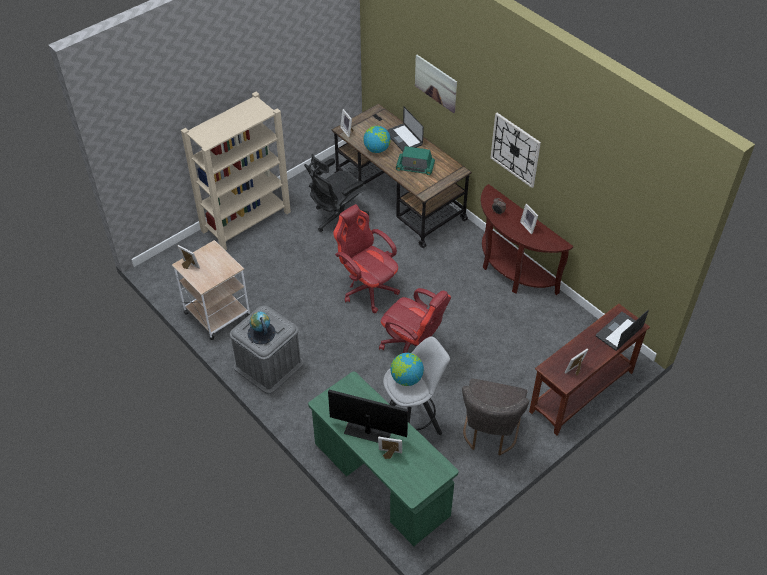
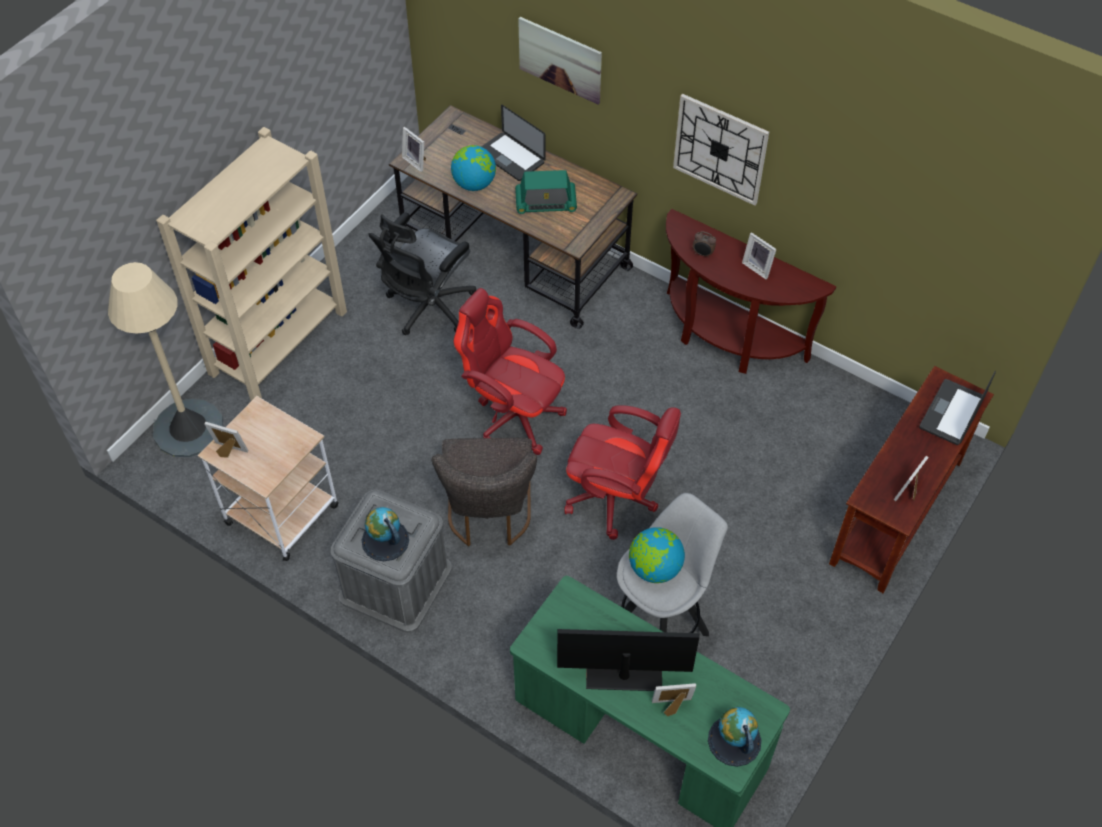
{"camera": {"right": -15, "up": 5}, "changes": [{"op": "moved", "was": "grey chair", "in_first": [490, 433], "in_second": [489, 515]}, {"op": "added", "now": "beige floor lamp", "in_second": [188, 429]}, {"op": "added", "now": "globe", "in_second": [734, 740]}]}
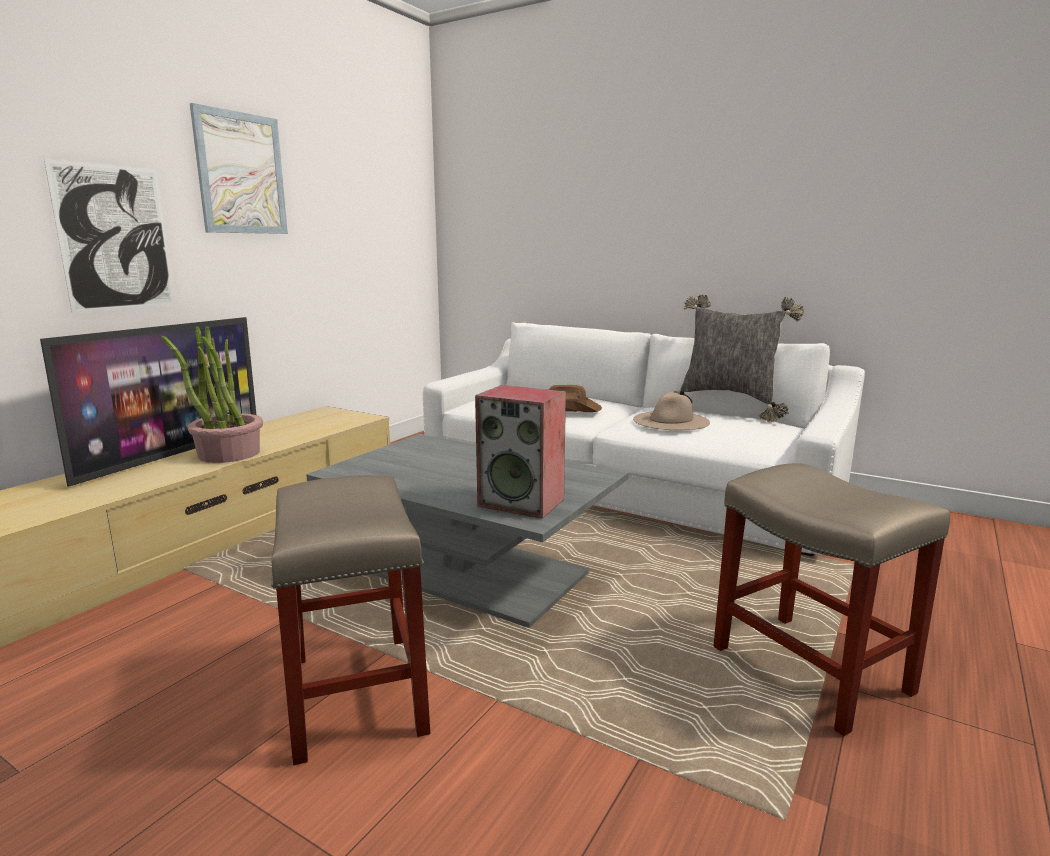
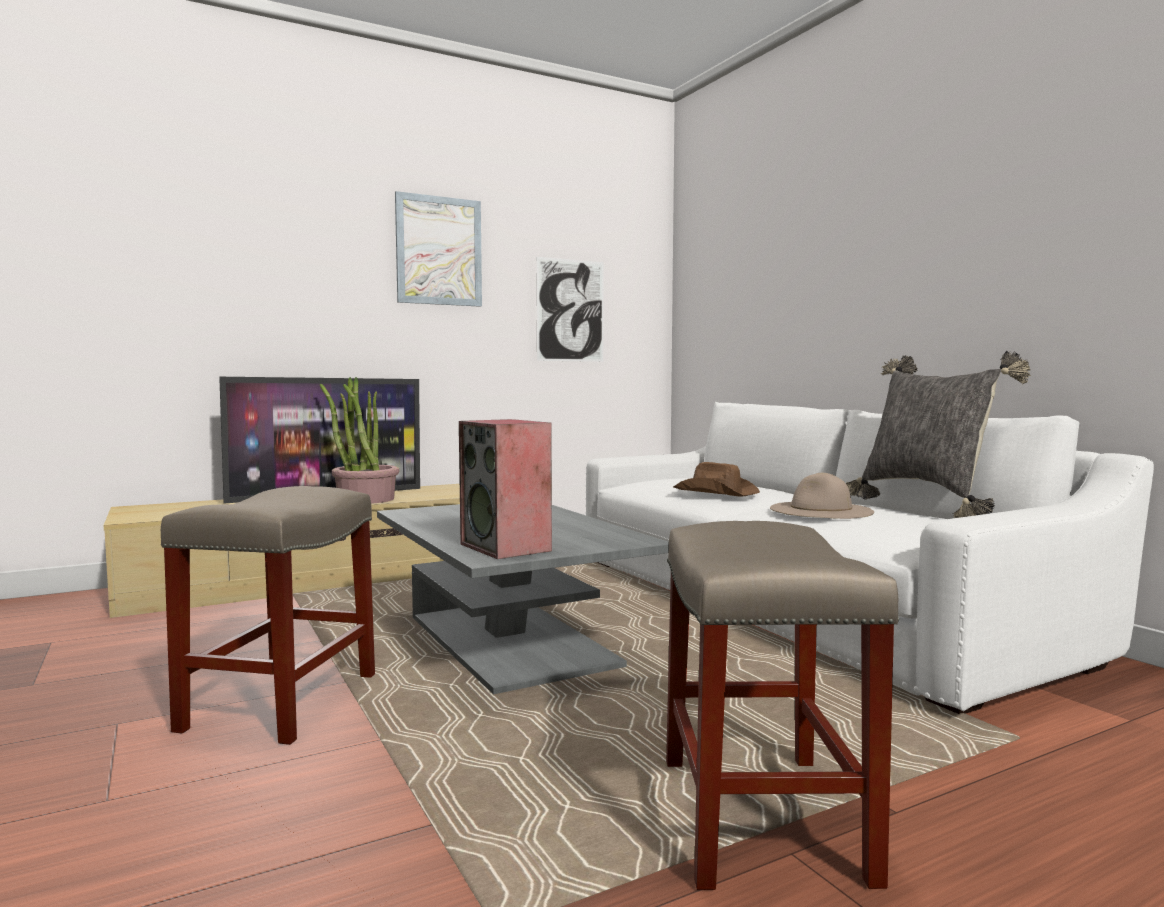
{"camera": {"right": 30, "up": -10}, "changes": [{"op": "moved", "was": "picture", "in_first": [115, 238], "in_second": [570, 310]}]}
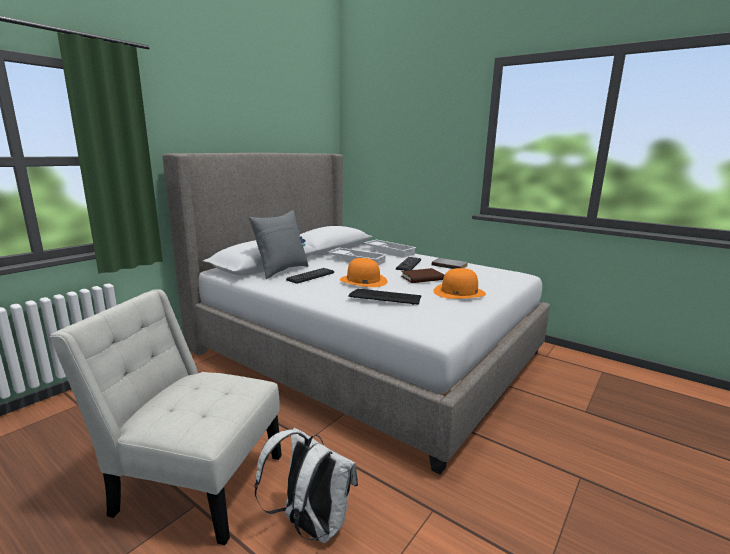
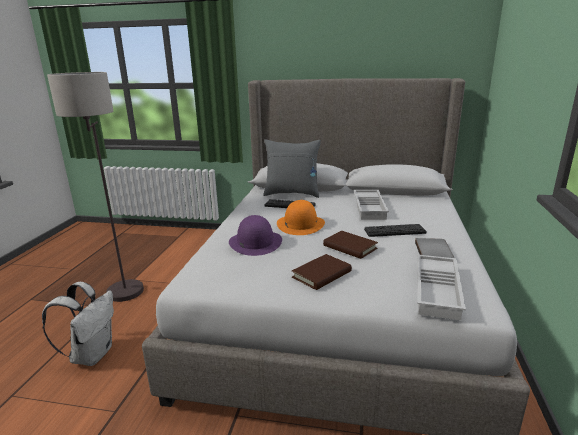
{"camera": {"right": 65, "up": 5}, "changes": [{"op": "moved", "was": "white tray", "in_first": [390, 251], "in_second": [438, 291]}, {"op": "replaced", "was": "orange hat", "now": "brown book", "in_first": [459, 292], "in_second": [322, 274]}, {"op": "replaced", "was": "white chair", "now": "grey floor lamp", "in_first": [194, 481], "in_second": [124, 297]}, {"op": "replaced", "was": "keyboard", "now": "purple hat", "in_first": [385, 297], "in_second": [255, 242]}]}
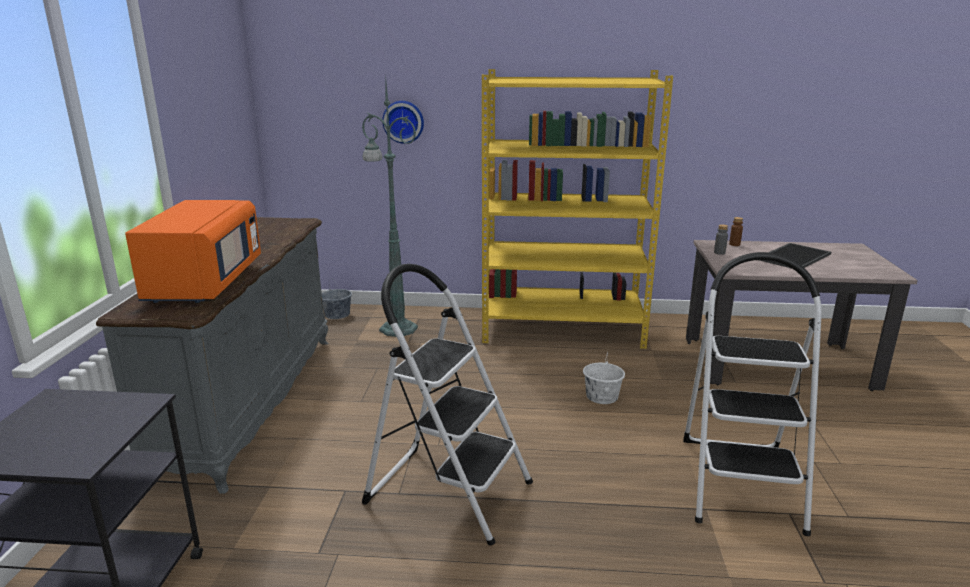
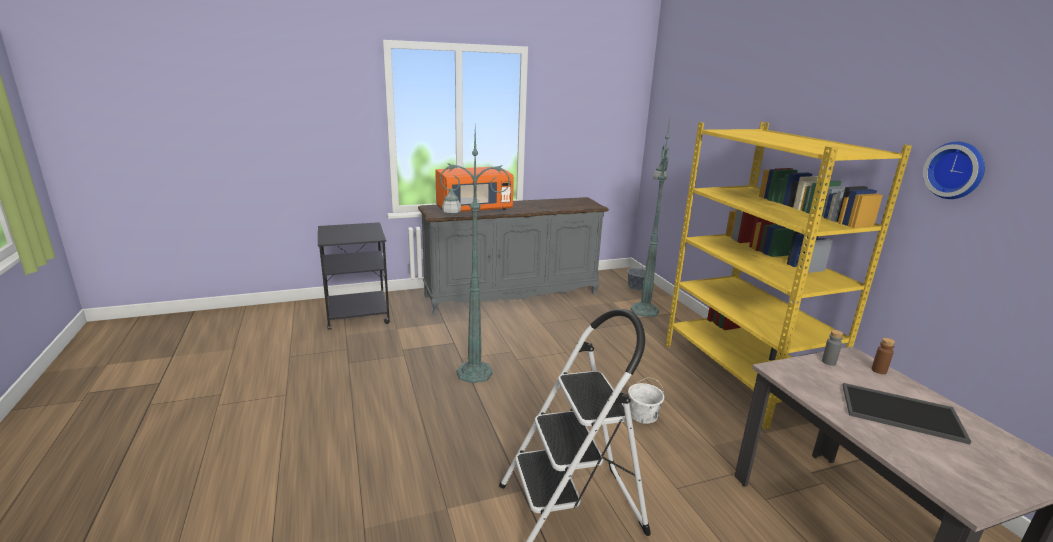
{"camera": {"right": 65, "up": 0}, "changes": [{"op": "moved", "was": "wall clock", "in_first": [403, 121], "in_second": [956, 170]}, {"op": "replaced", "was": "step ladder", "now": "green floor lamp", "in_first": [445, 491], "in_second": [472, 372]}]}
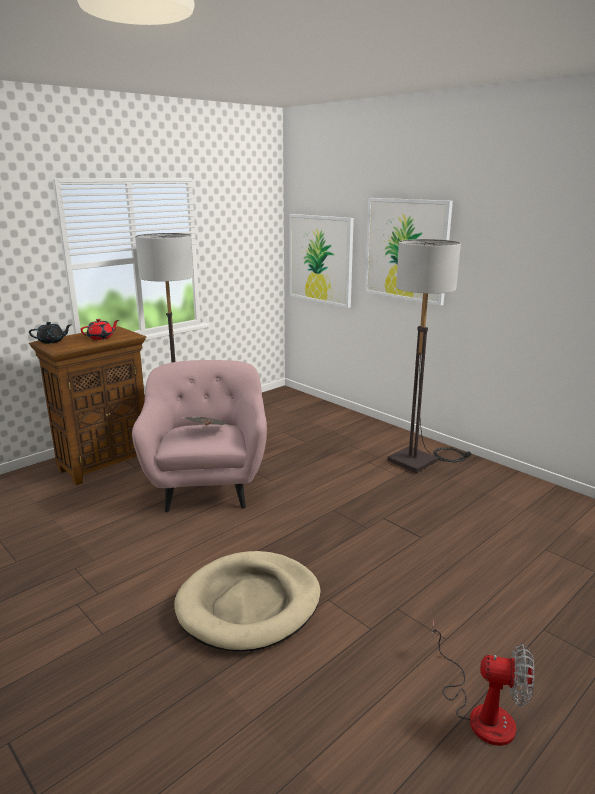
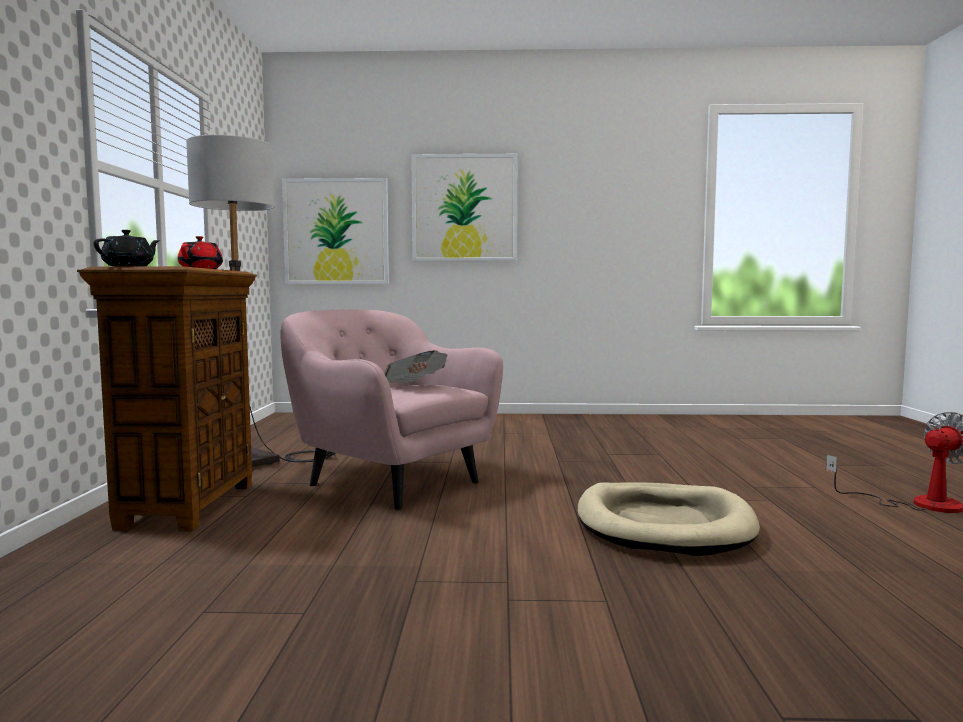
{"camera": {"right": -45, "up": -15}, "changes": [{"op": "removed", "was": "floor lamp", "in_first": [423, 460]}]}
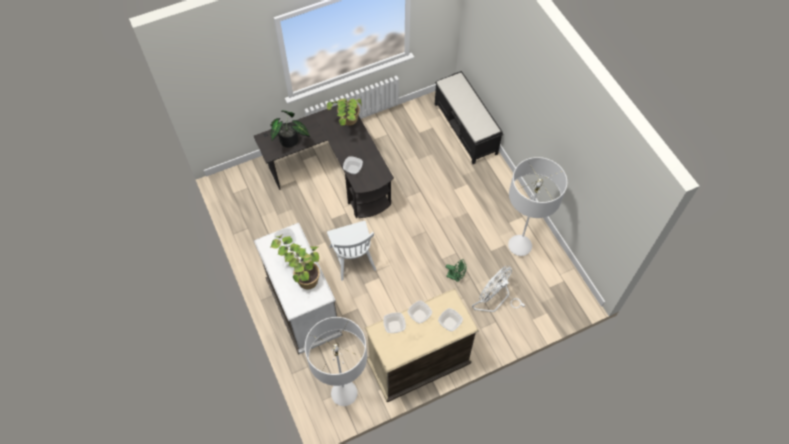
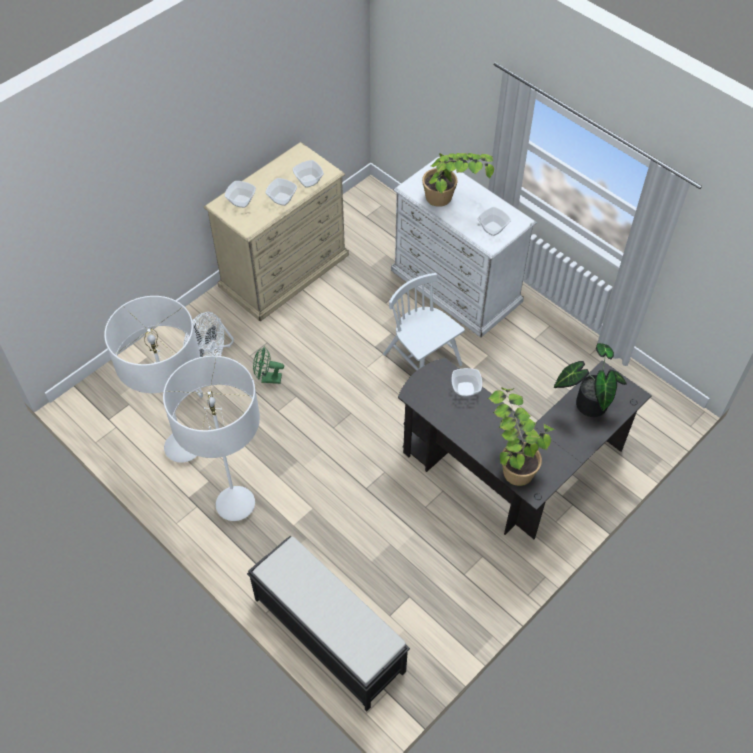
{"camera": {"right": 160, "up": -5}, "changes": [{"op": "moved", "was": "white floor lamp", "in_first": [344, 394], "in_second": [236, 506]}]}
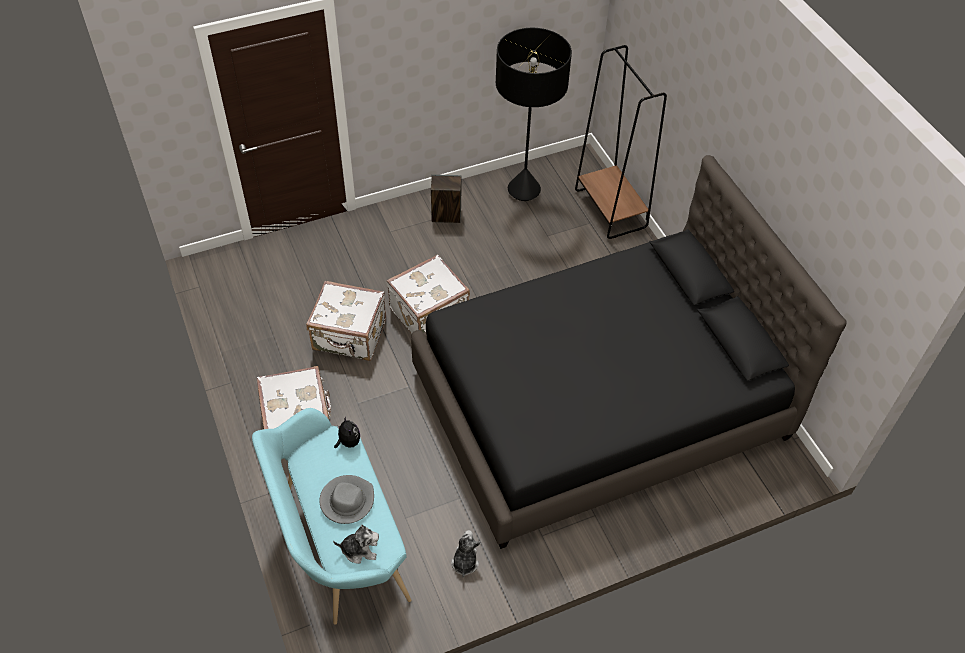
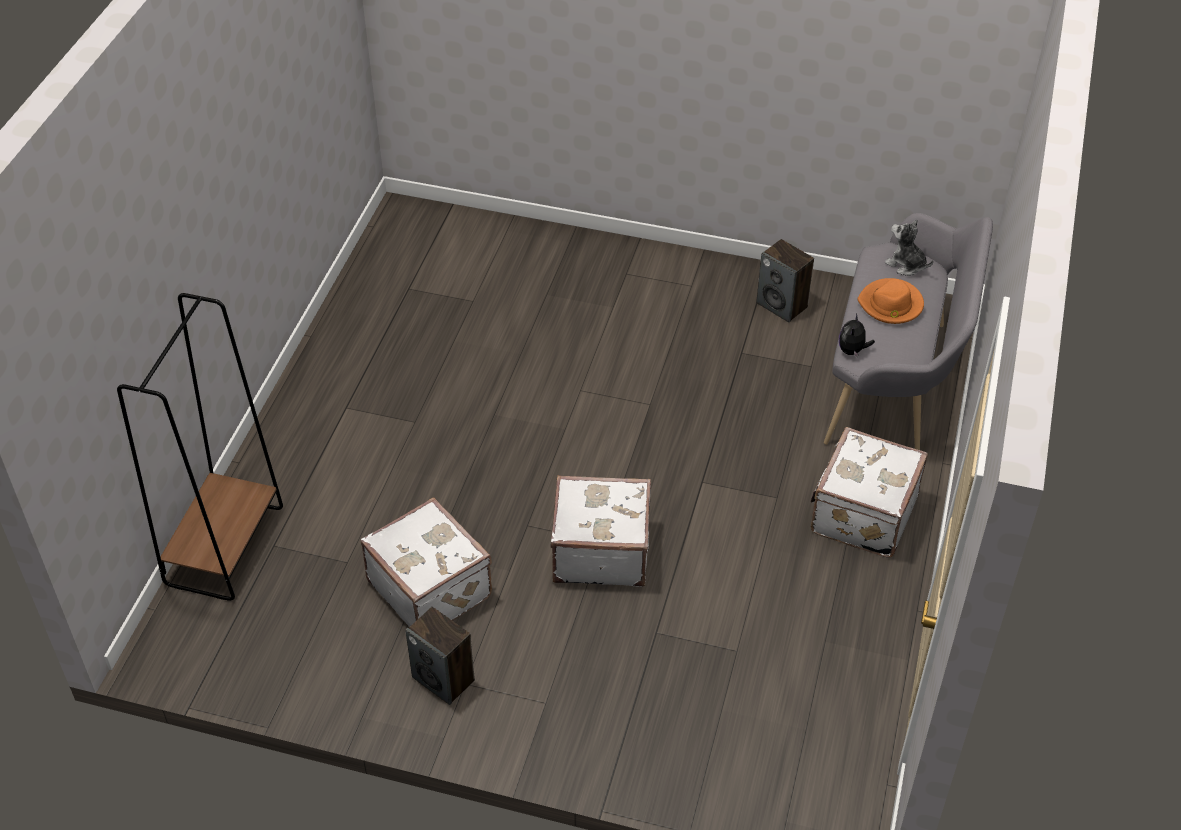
{"camera": {"right": -140, "up": -5}, "changes": [{"op": "removed", "was": "black floor lamp", "in_first": [523, 192]}, {"op": "removed", "was": "black bed", "in_first": [599, 403]}, {"op": "moved", "was": "white suitcase", "in_first": [349, 336], "in_second": [431, 588]}, {"op": "recoloured", "was": "turquoise bench", "now": "grey bench", "in_first": [338, 542], "in_second": [895, 382]}, {"op": "recoloured", "was": "grey hat", "now": "orange hat", "in_first": [347, 500], "in_second": [891, 304]}, {"op": "replaced", "was": "plush toy", "now": "speaker", "in_first": [464, 562], "in_second": [782, 305]}]}
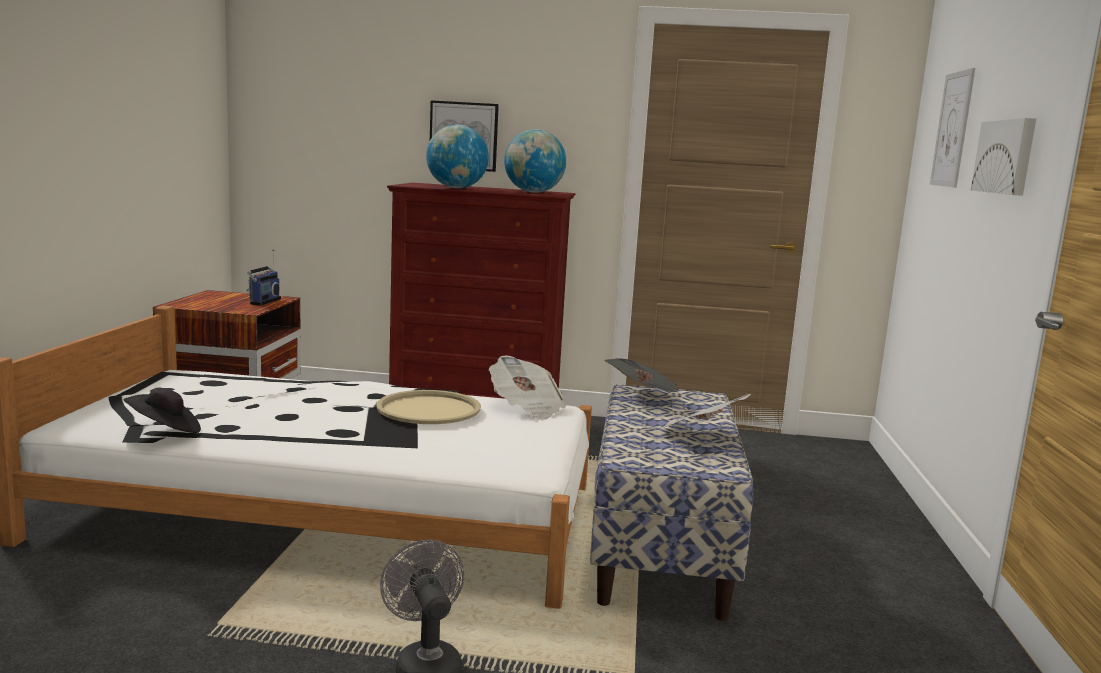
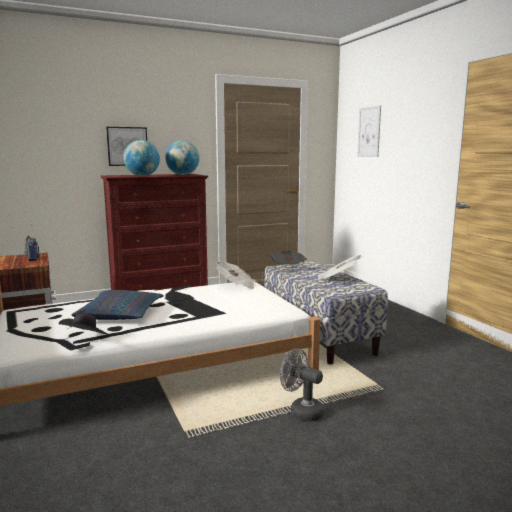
{"camera": {"right": -30, "up": 0}, "changes": [{"op": "removed", "was": "picture", "in_first": [1006, 157]}, {"op": "removed", "was": "beige tray", "in_first": [429, 409]}, {"op": "added", "now": "blue pillow", "in_second": [120, 315]}]}
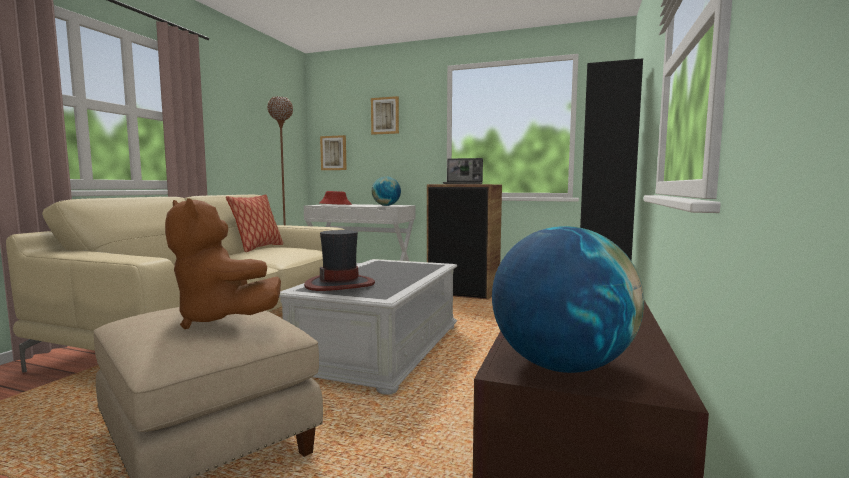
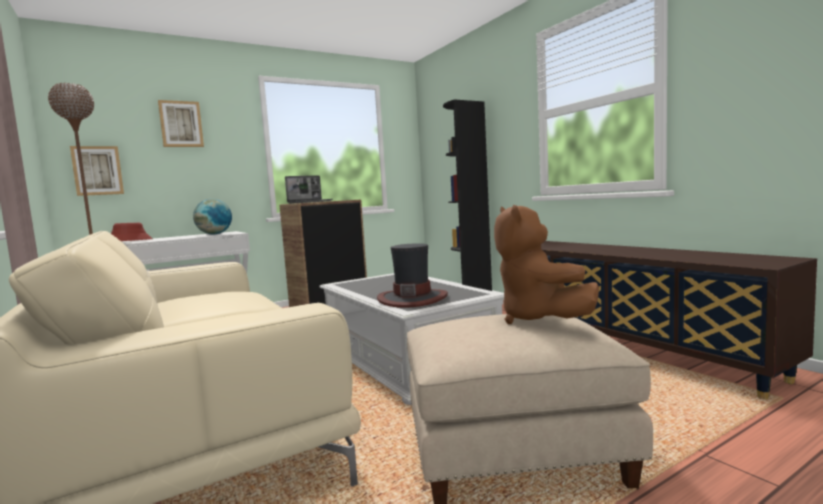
{"camera": {"right": -50, "up": 0}, "changes": [{"op": "removed", "was": "pillow", "in_first": [258, 248]}, {"op": "turned", "was": "brown plush toy", "in_first": [220, 319], "in_second": [538, 319], "clockwise": 90}, {"op": "removed", "was": "globe", "in_first": [561, 366]}]}
